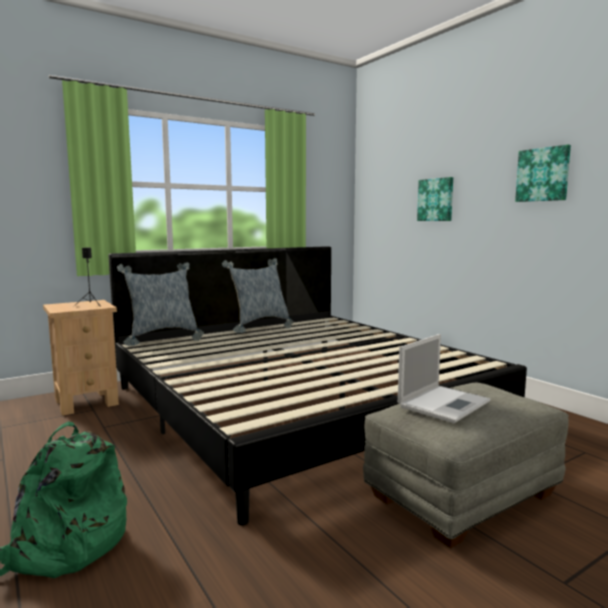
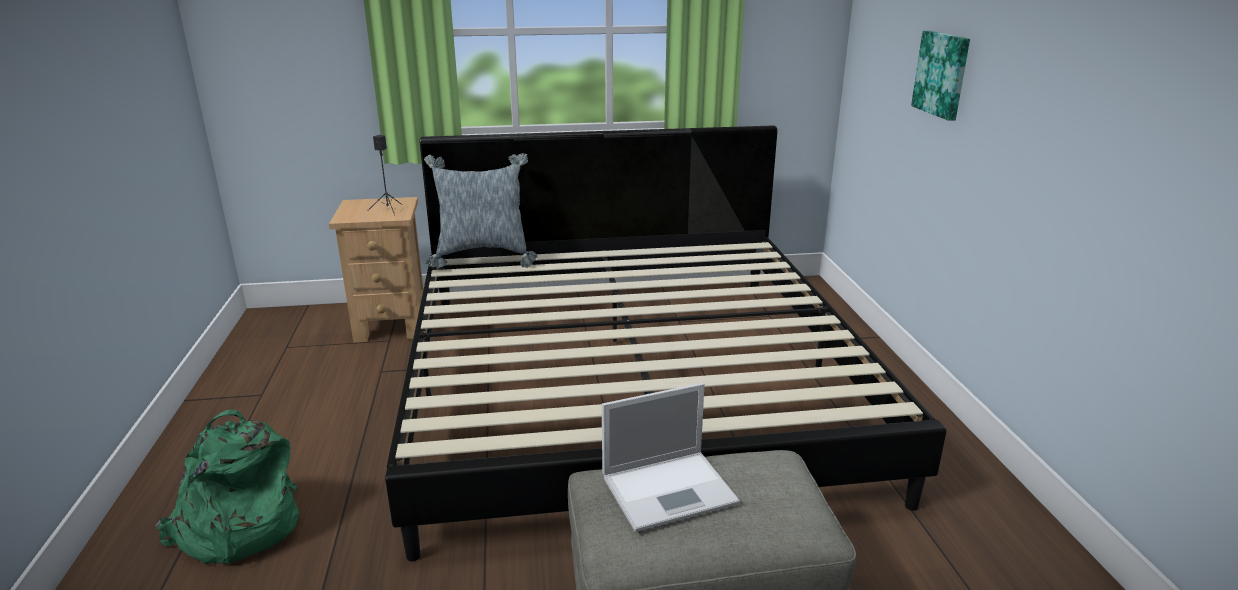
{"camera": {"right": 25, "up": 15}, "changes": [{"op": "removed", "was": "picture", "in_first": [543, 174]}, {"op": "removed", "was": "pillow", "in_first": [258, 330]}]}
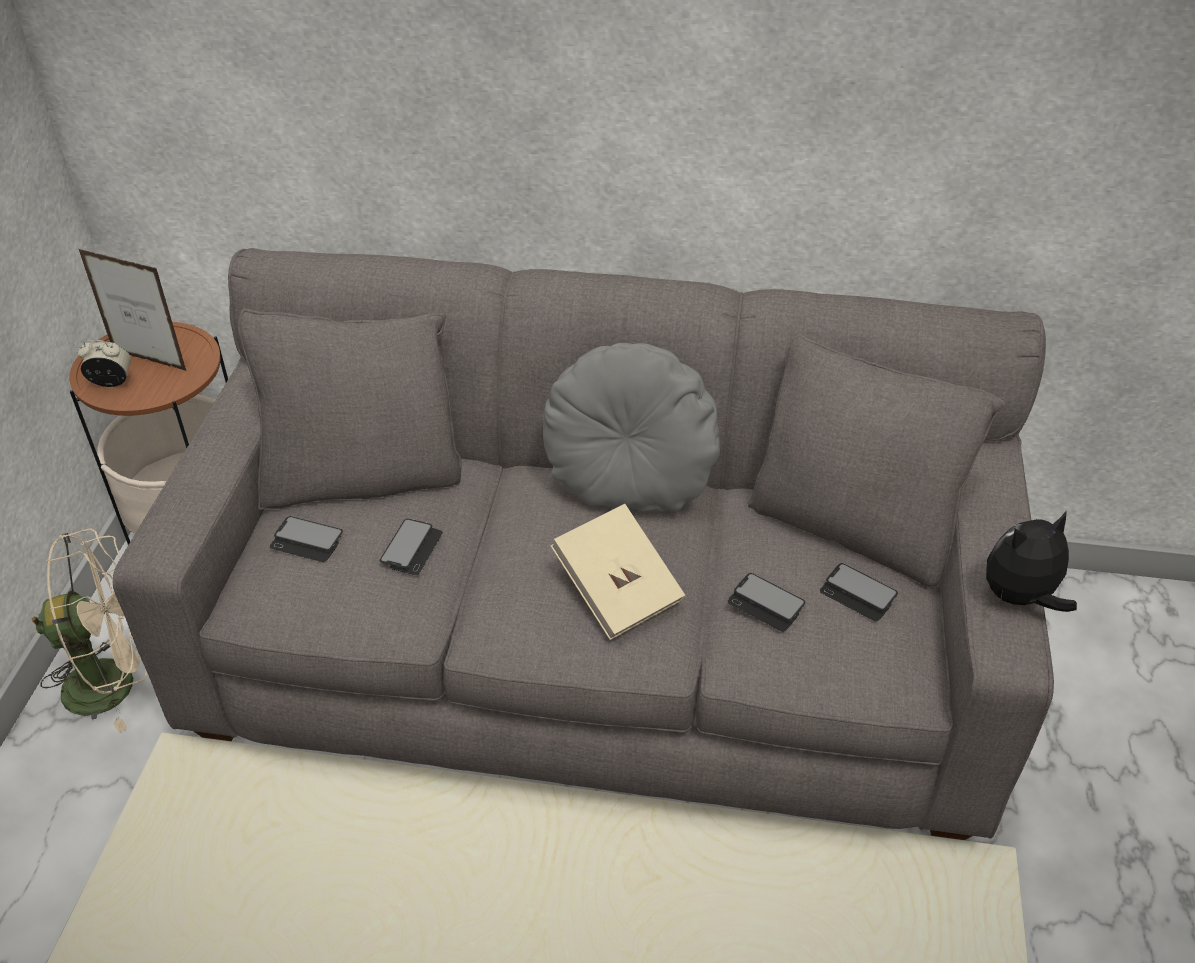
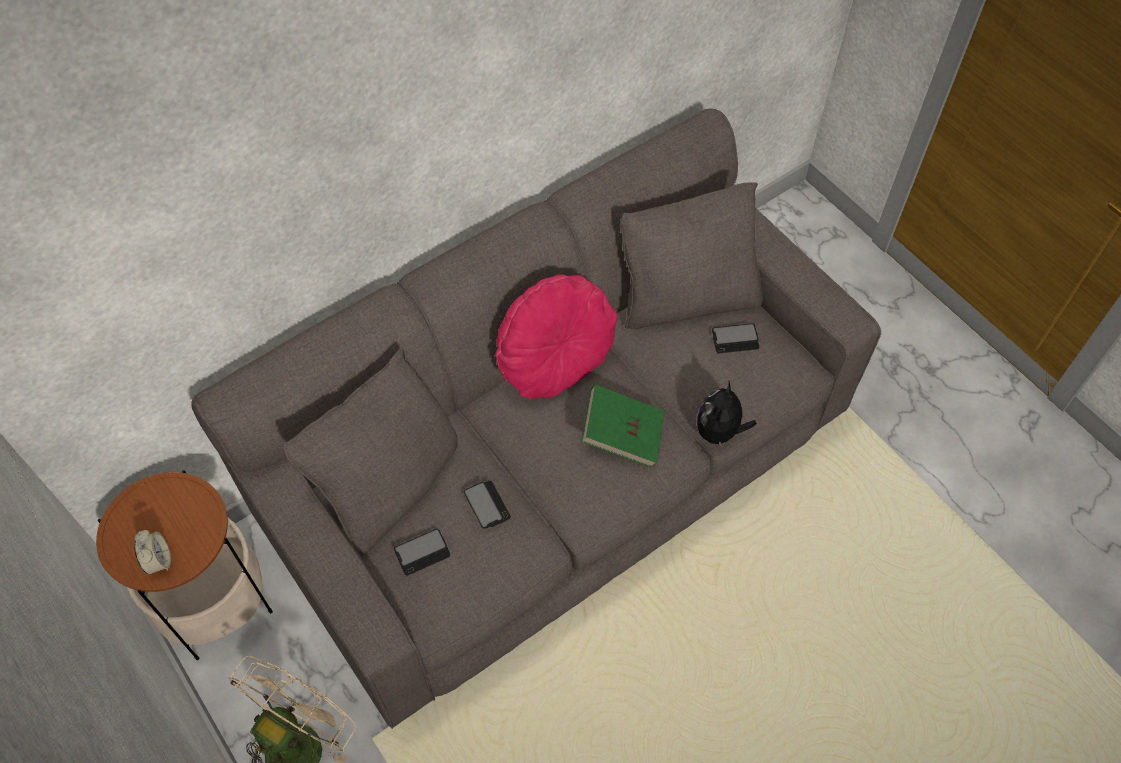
{"camera": {"right": -45, "up": 15}, "changes": [{"op": "removed", "was": "picture frame", "in_first": [149, 360]}, {"op": "turned", "was": "alarm clock", "in_first": [112, 382], "in_second": [159, 561], "clockwise": 120}, {"op": "recoloured", "was": "grey pillow", "now": "pink pillow", "in_first": [629, 489], "in_second": [556, 368]}, {"op": "recoloured", "was": "beige book", "now": "green book", "in_first": [618, 590], "in_second": [622, 435]}, {"op": "moved", "was": "plush toy", "in_first": [1020, 598], "in_second": [719, 432]}, {"op": "removed", "was": "phone", "in_first": [766, 604]}]}
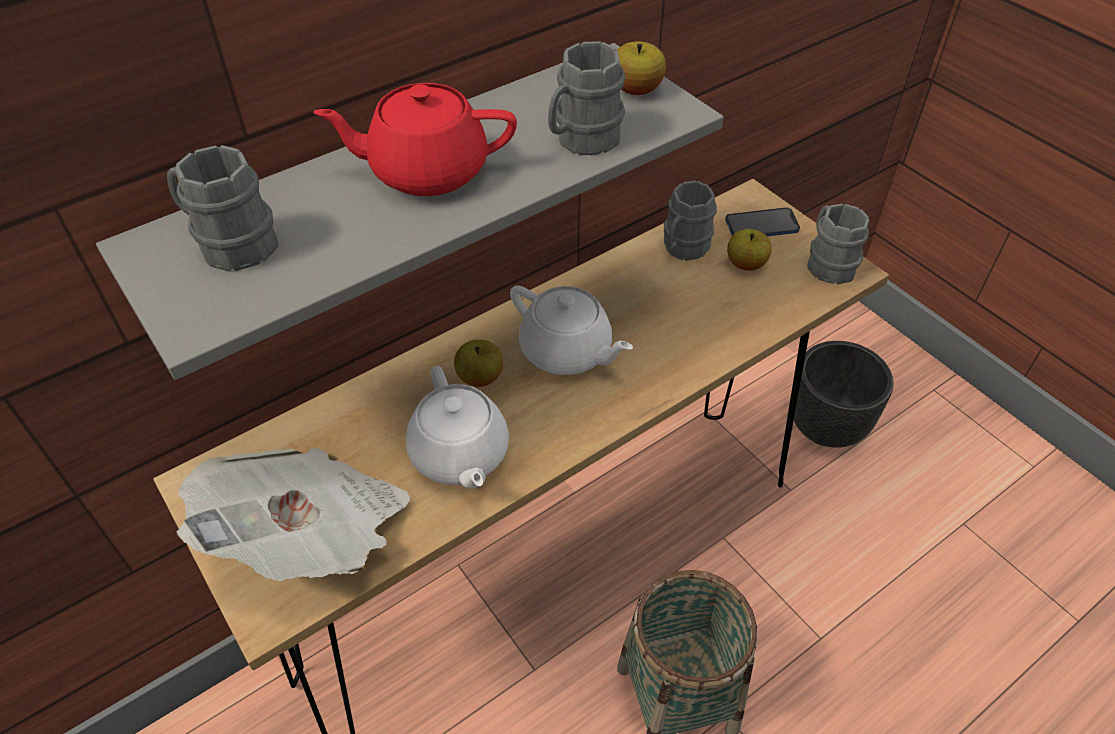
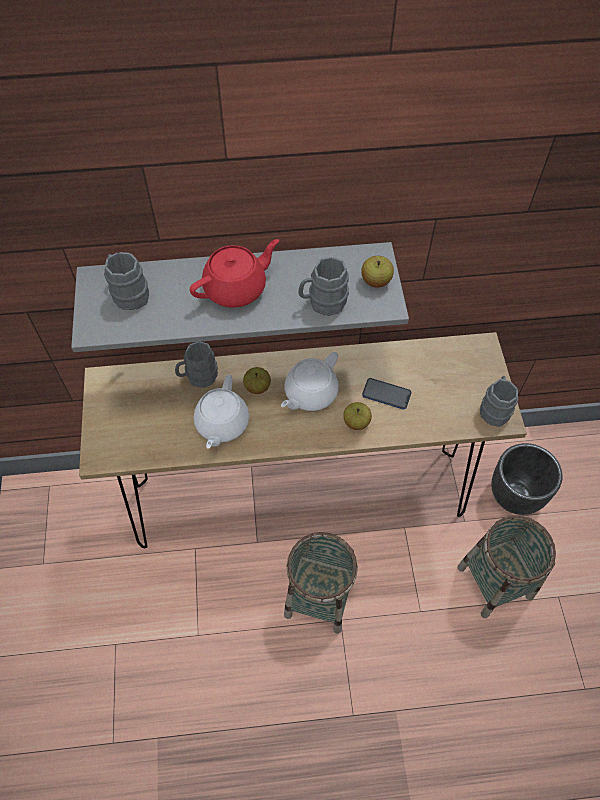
{"camera": {"right": 30, "up": 10}, "changes": [{"op": "turned", "was": "red teapot", "in_first": [426, 171], "in_second": [236, 288], "clockwise": 120}, {"op": "moved", "was": "grey mug", "in_first": [682, 248], "in_second": [198, 376]}, {"op": "moved", "was": "phone", "in_first": [761, 225], "in_second": [386, 394]}, {"op": "moved", "was": "apple", "in_first": [746, 264], "in_second": [356, 422]}, {"op": "turned", "was": "white teapot", "in_first": [567, 351], "in_second": [310, 393], "clockwise": 60}, {"op": "removed", "was": "newspaper", "in_first": [312, 535]}, {"op": "added", "now": "basket", "in_second": [494, 582]}]}
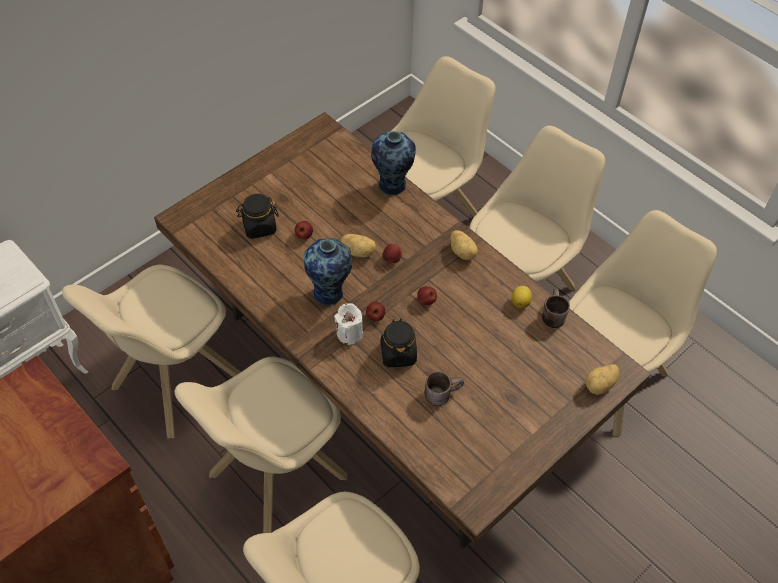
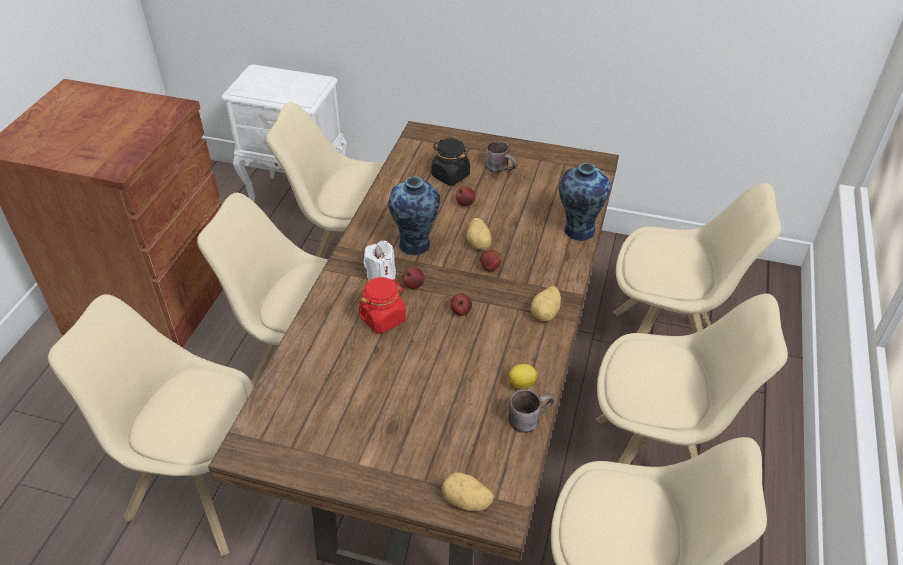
{"camera": {"right": 60, "up": -10}, "changes": [{"op": "recoloured", "was": "black jar", "now": "red jar", "in_first": [398, 353], "in_second": [383, 318]}, {"op": "moved", "was": "brown mug", "in_first": [441, 392], "in_second": [502, 168]}]}
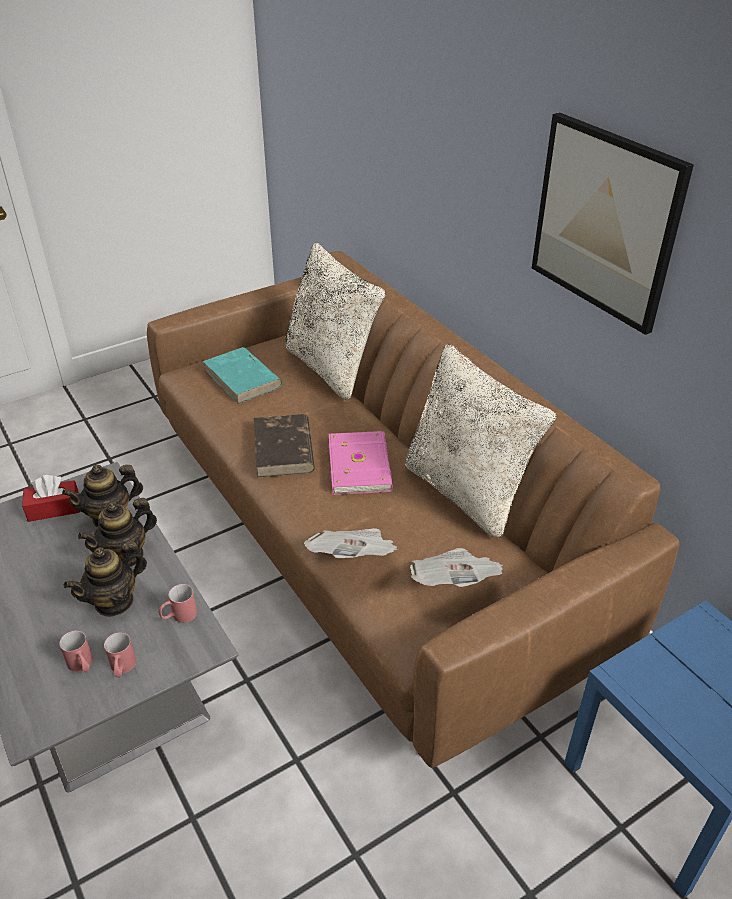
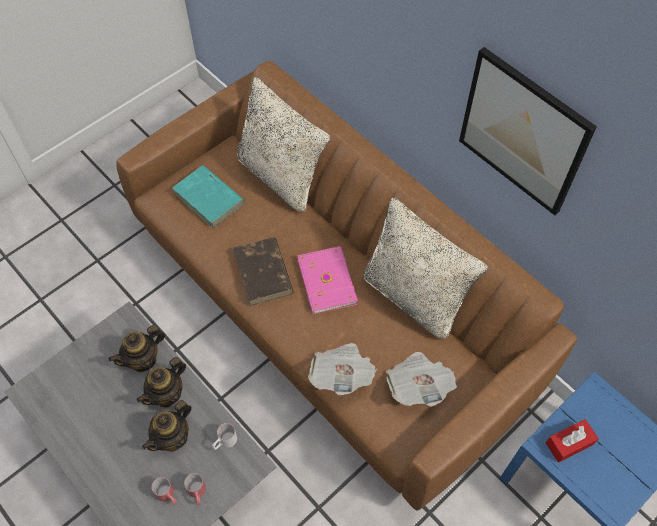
{"camera": {"right": -10, "up": 20}, "changes": [{"op": "moved", "was": "red tissue box", "in_first": [54, 508], "in_second": [569, 443]}, {"op": "recoloured", "was": "red mug", "now": "white mug", "in_first": [179, 616], "in_second": [224, 442]}]}
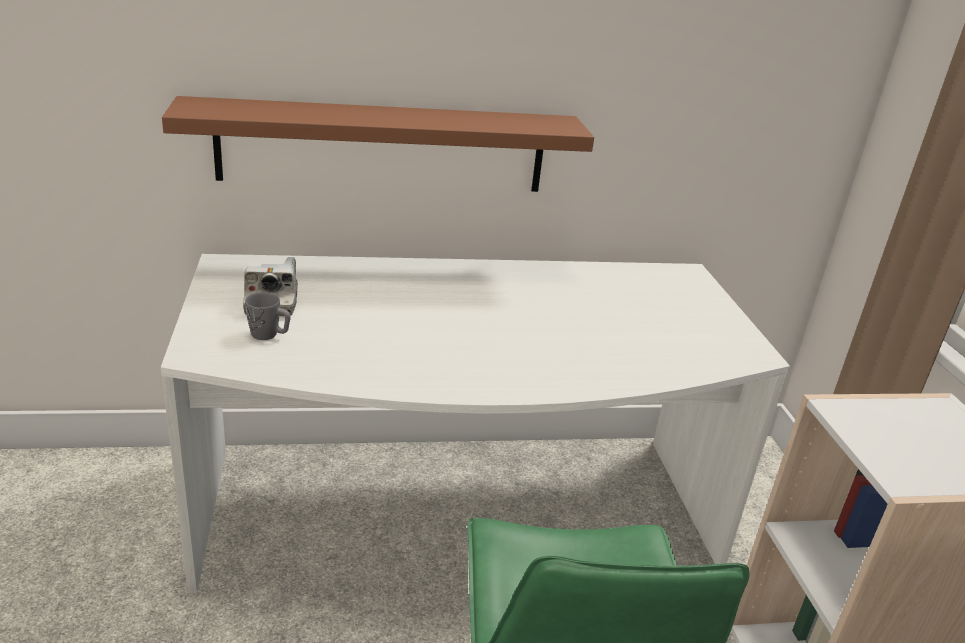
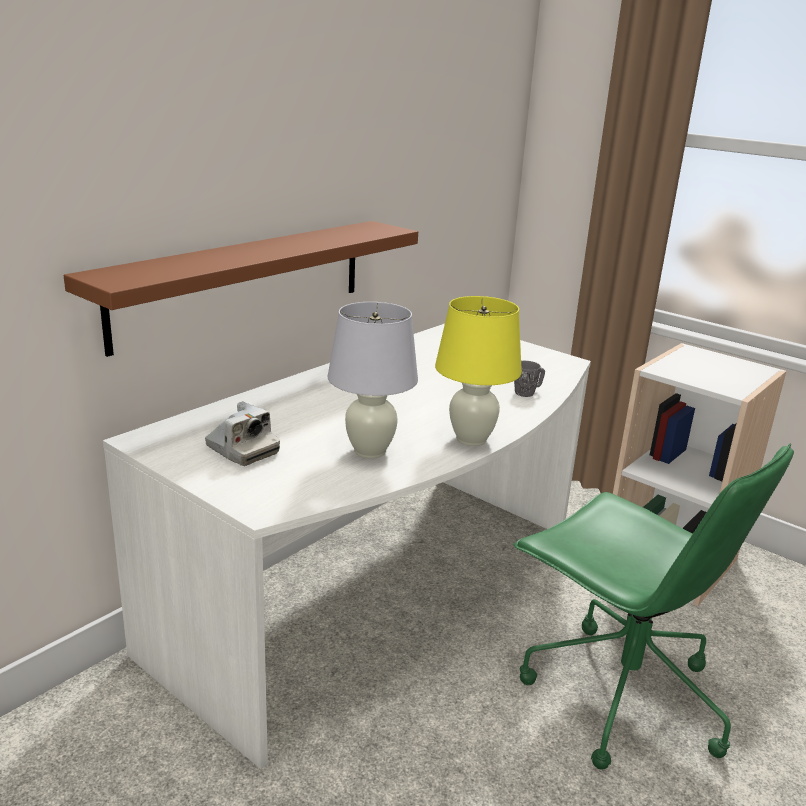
{"camera": {"right": -40, "up": -5}, "changes": [{"op": "moved", "was": "grey mug", "in_first": [269, 335], "in_second": [528, 392]}, {"op": "added", "now": "yellow table lamp", "in_second": [471, 439]}, {"op": "added", "now": "white table lamp", "in_second": [369, 451]}]}
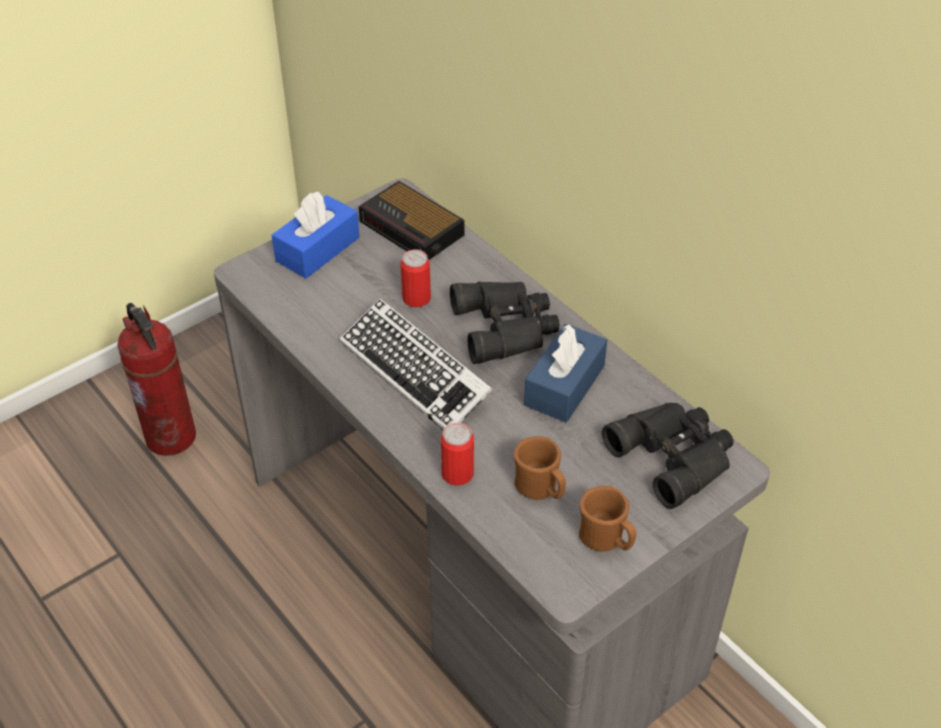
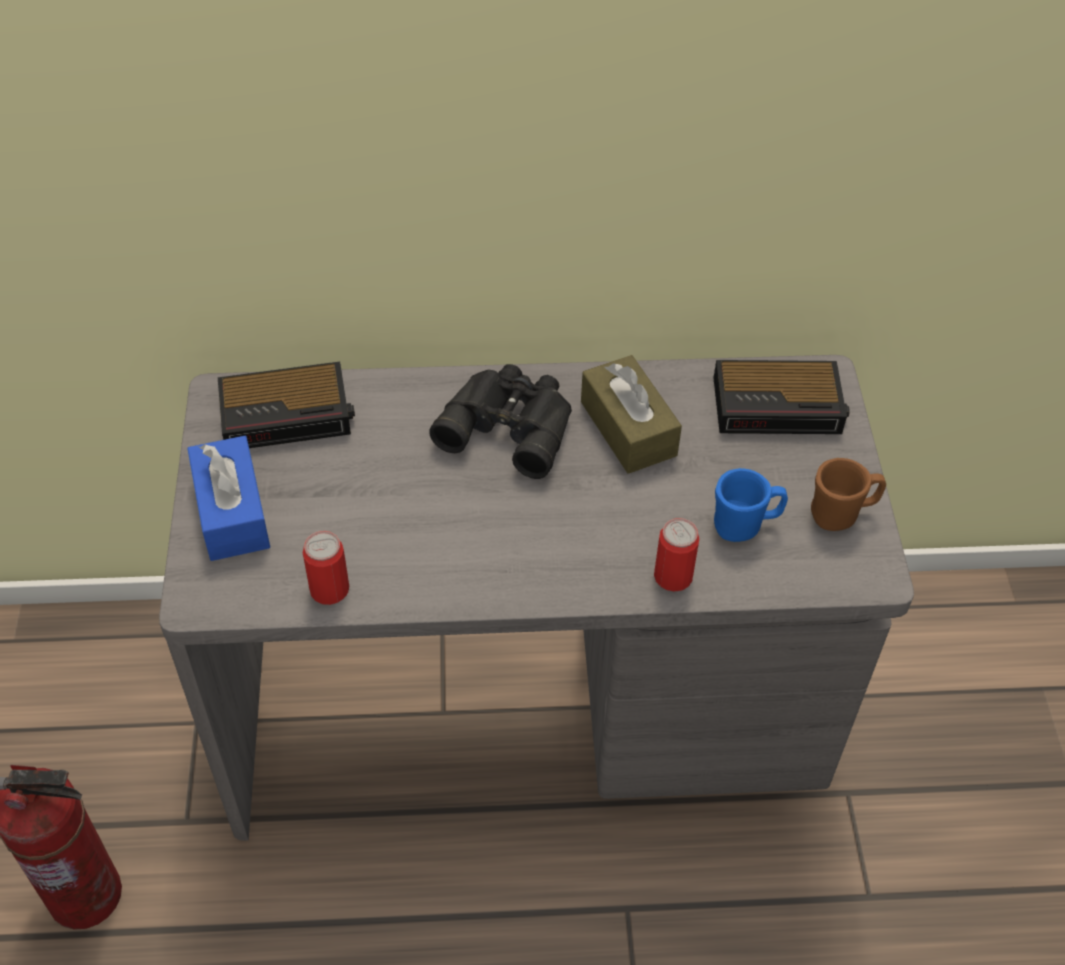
{"camera": {"right": -55, "up": 5}, "changes": [{"op": "moved", "was": "can", "in_first": [416, 298], "in_second": [329, 589]}, {"op": "removed", "was": "keyboard", "in_first": [415, 372]}, {"op": "recoloured", "was": "blue tissue box", "now": "brown tissue box", "in_first": [564, 385], "in_second": [628, 428]}, {"op": "replaced", "was": "black binoculars", "now": "alarm clock", "in_first": [675, 455], "in_second": [780, 405]}, {"op": "recoloured", "was": "brown mug", "now": "blue mug", "in_first": [540, 490], "in_second": [744, 525]}]}
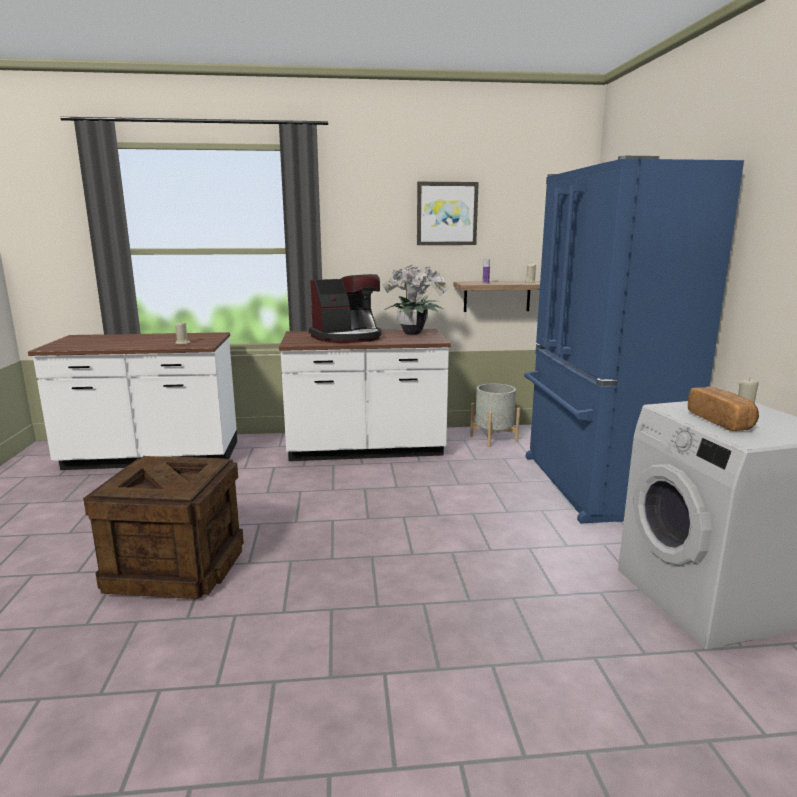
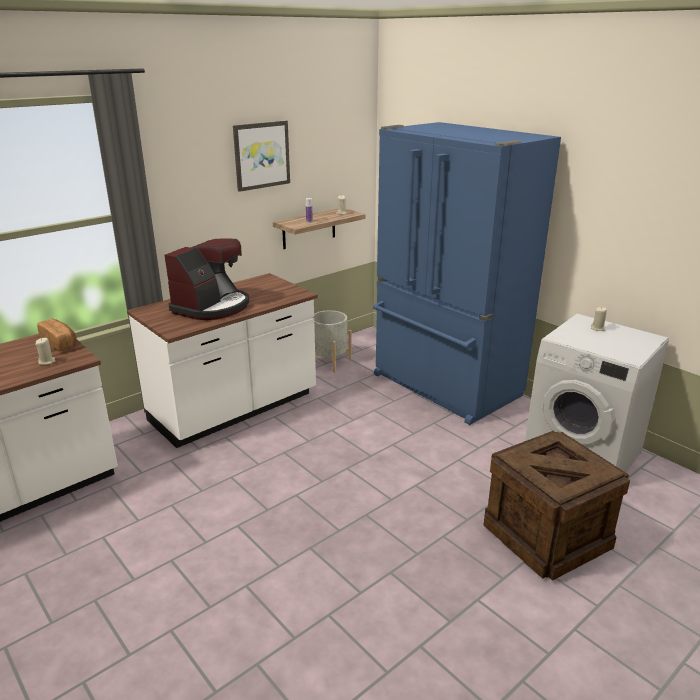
{"camera": {"right": -35, "up": 10}, "changes": [{"op": "removed", "was": "potted plant", "in_first": [414, 333]}, {"op": "moved", "was": "bread", "in_first": [721, 421], "in_second": [60, 343]}, {"op": "moved", "was": "crate", "in_first": [177, 568], "in_second": [547, 536]}]}
